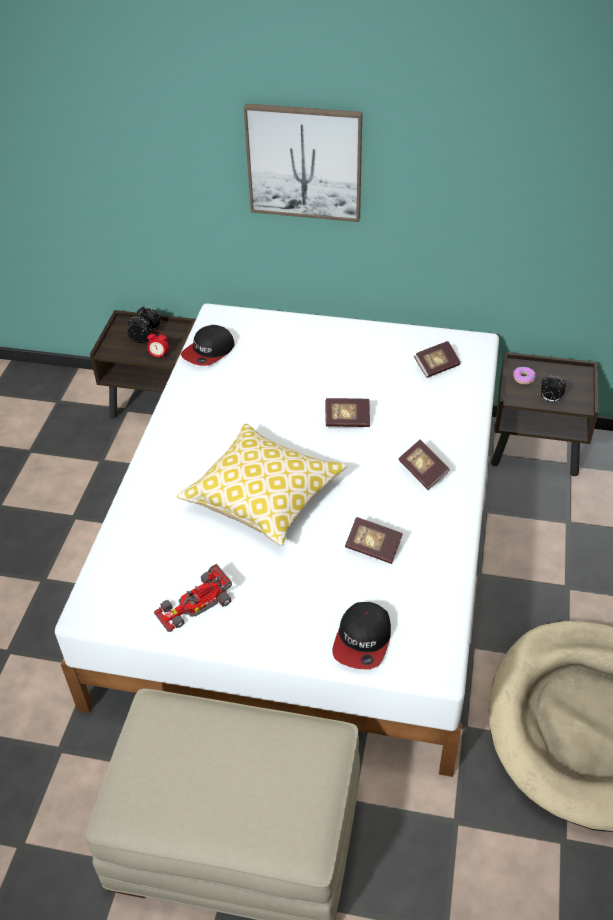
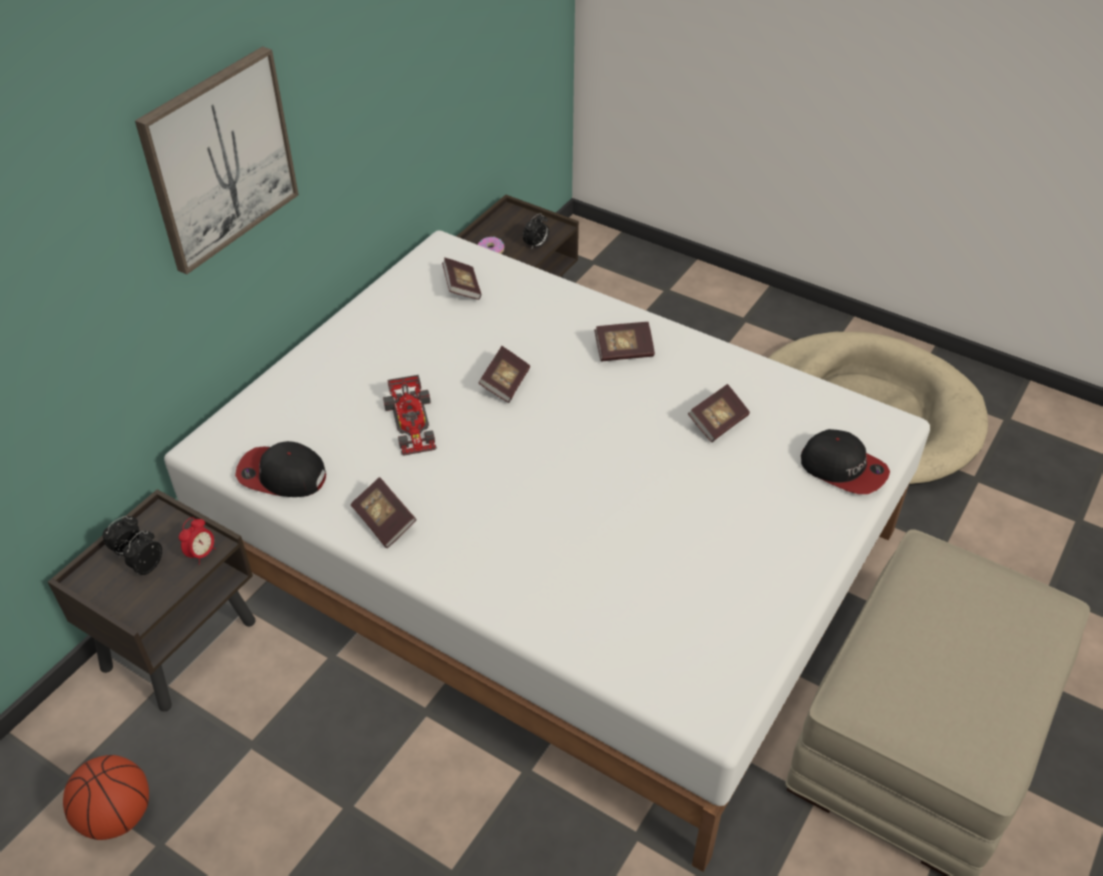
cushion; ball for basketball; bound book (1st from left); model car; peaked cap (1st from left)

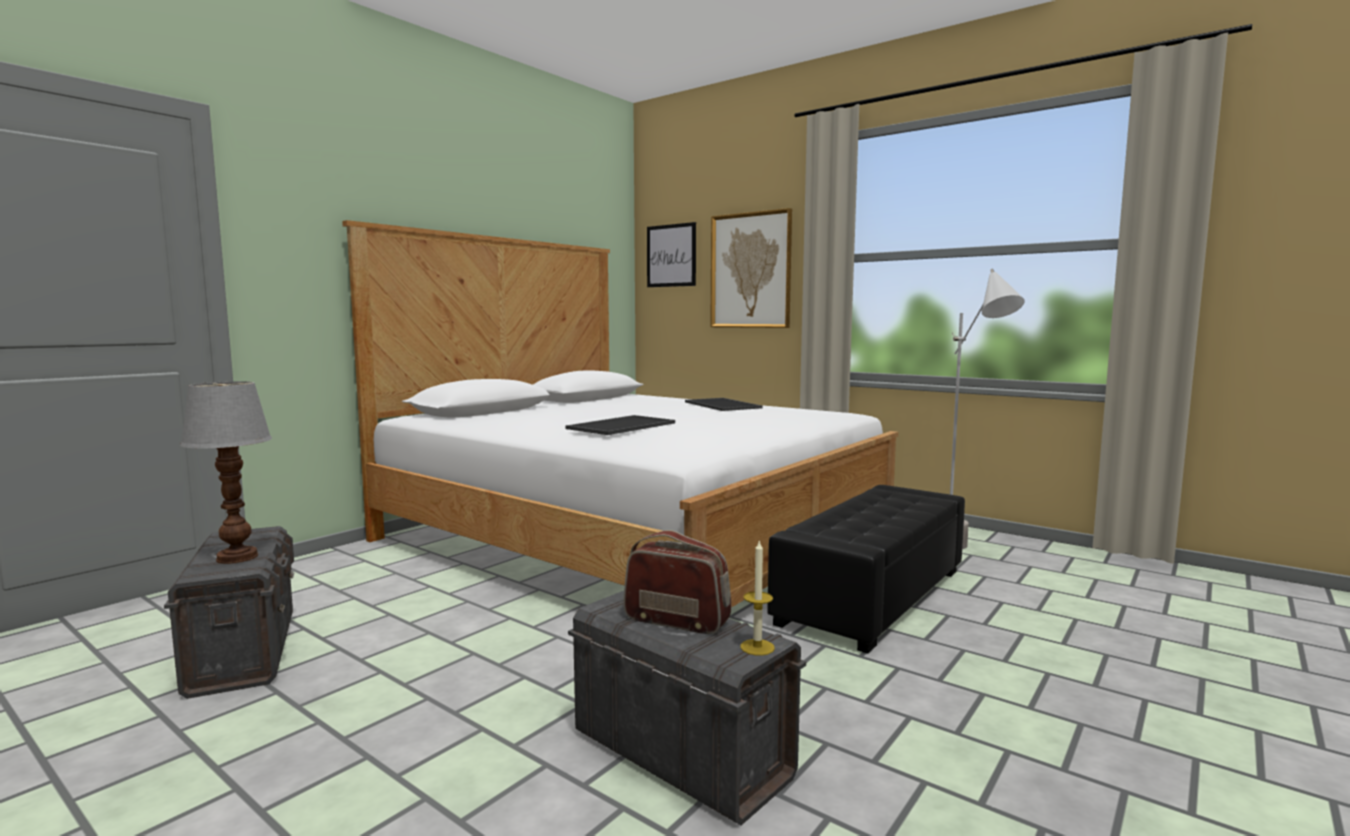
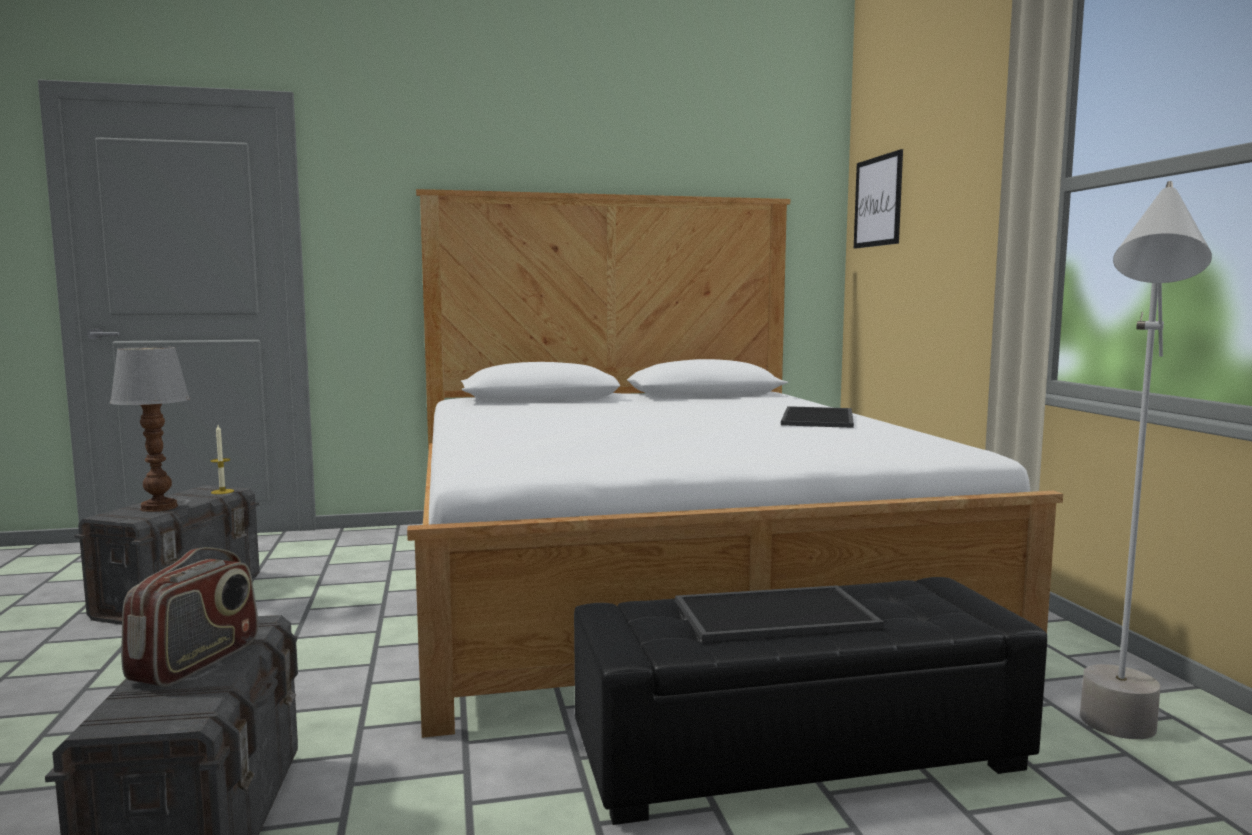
wall art (2nd from left in the first image); carrying tray (1st from left); wax candle; radio set

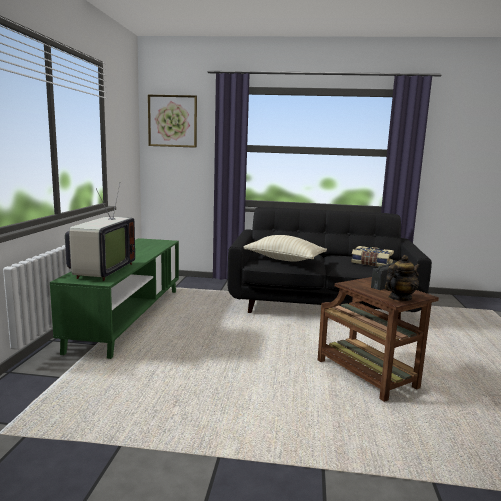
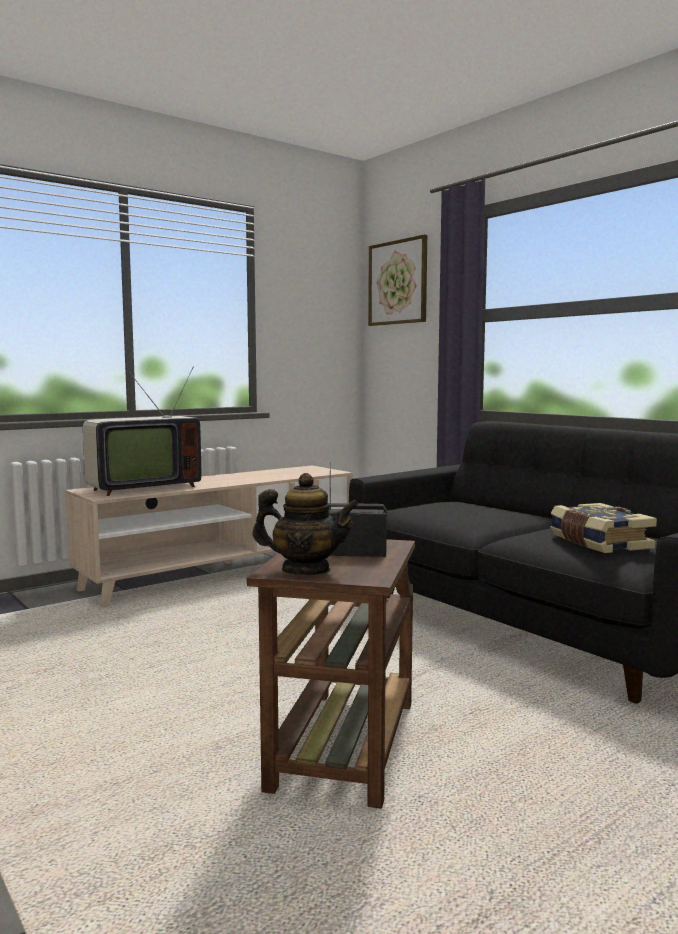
beige cushion; beige tv stand

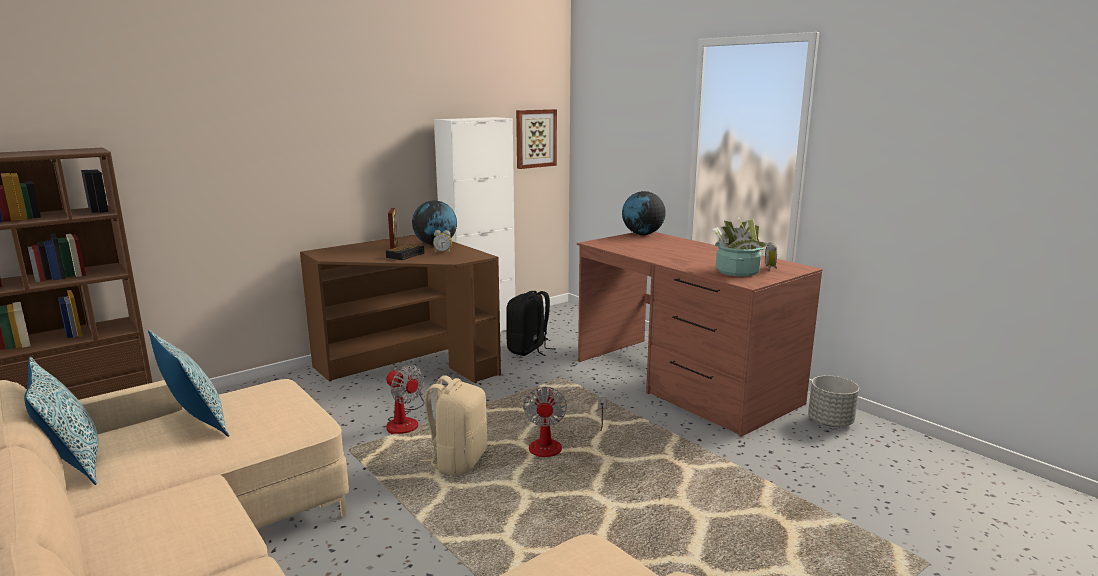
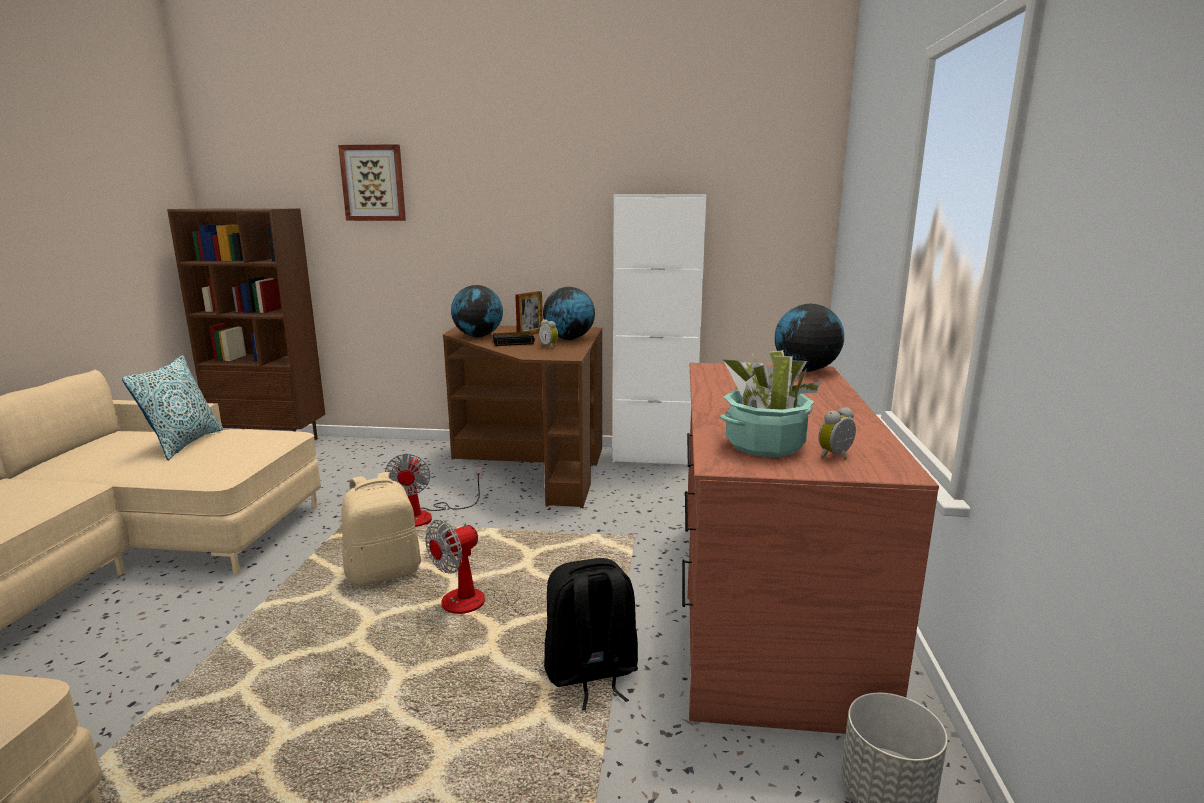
cushion (1st from left in the first image); globe (1st from left); black-coloured rucksack; wall art

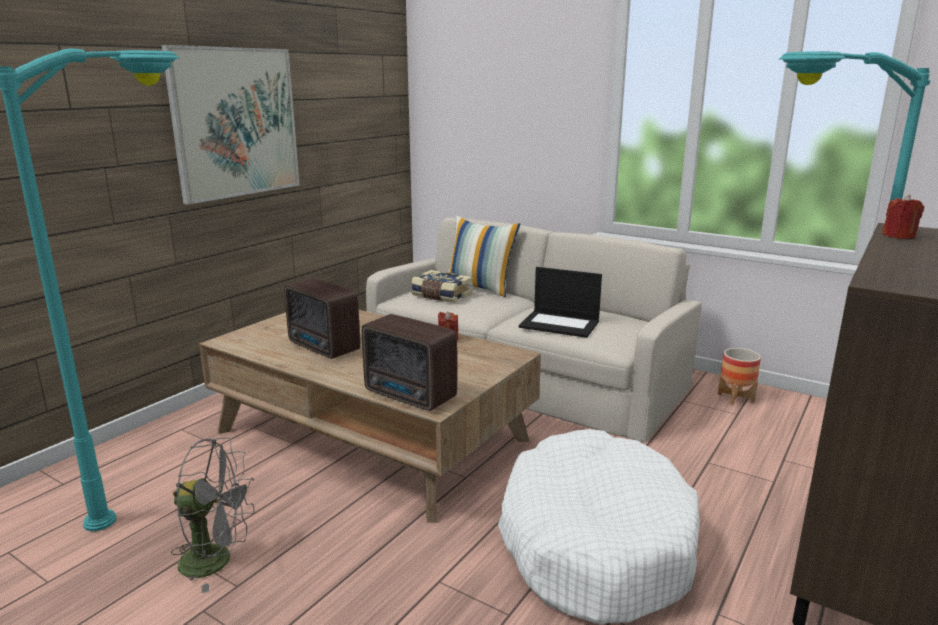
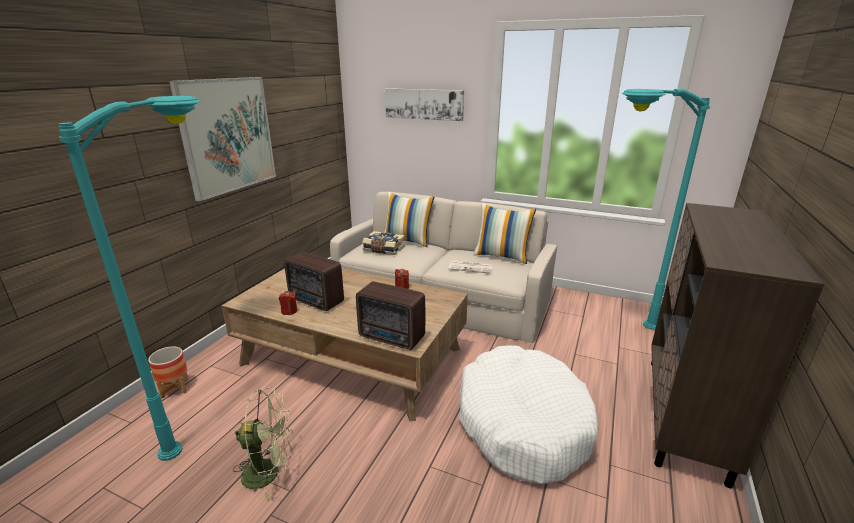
wall art (2nd from left); cushion (2nd from left); planter; reddish wax candle (1st from left); newspaper; green-coloured fan

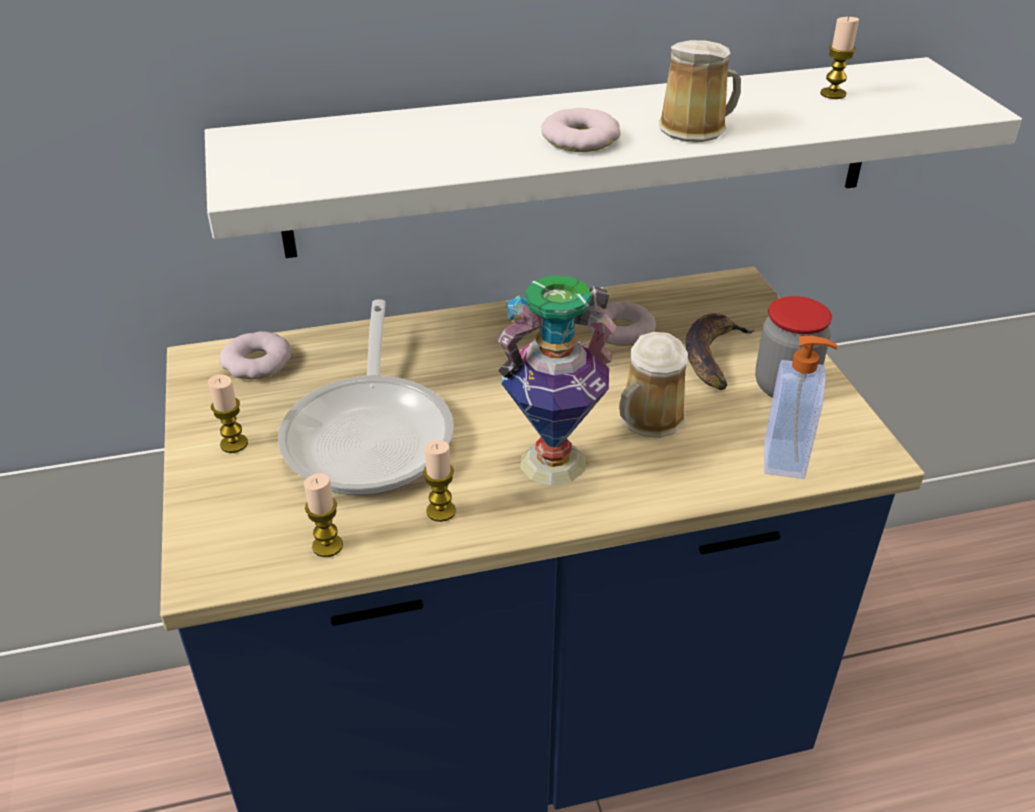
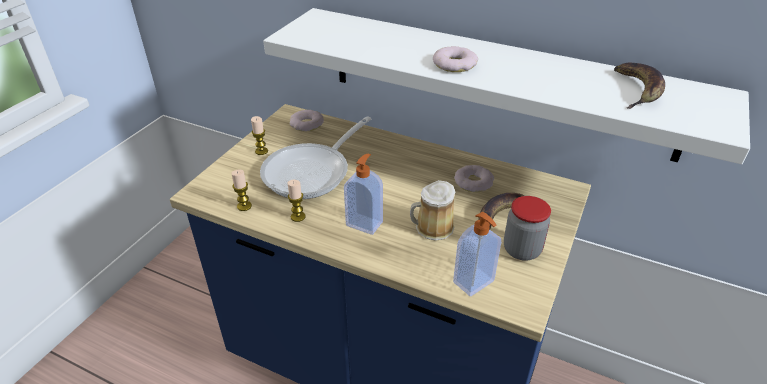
mug (2nd from left in the first image); soap dispenser (1st from left); banana fruit (2nd from left)

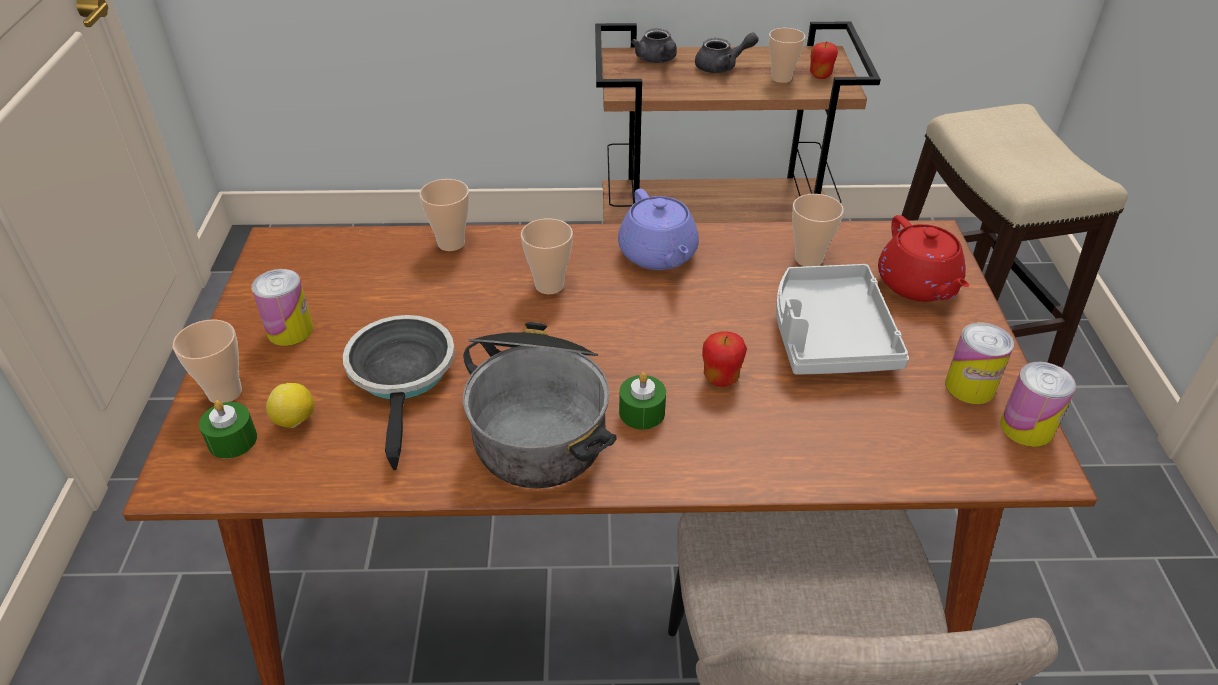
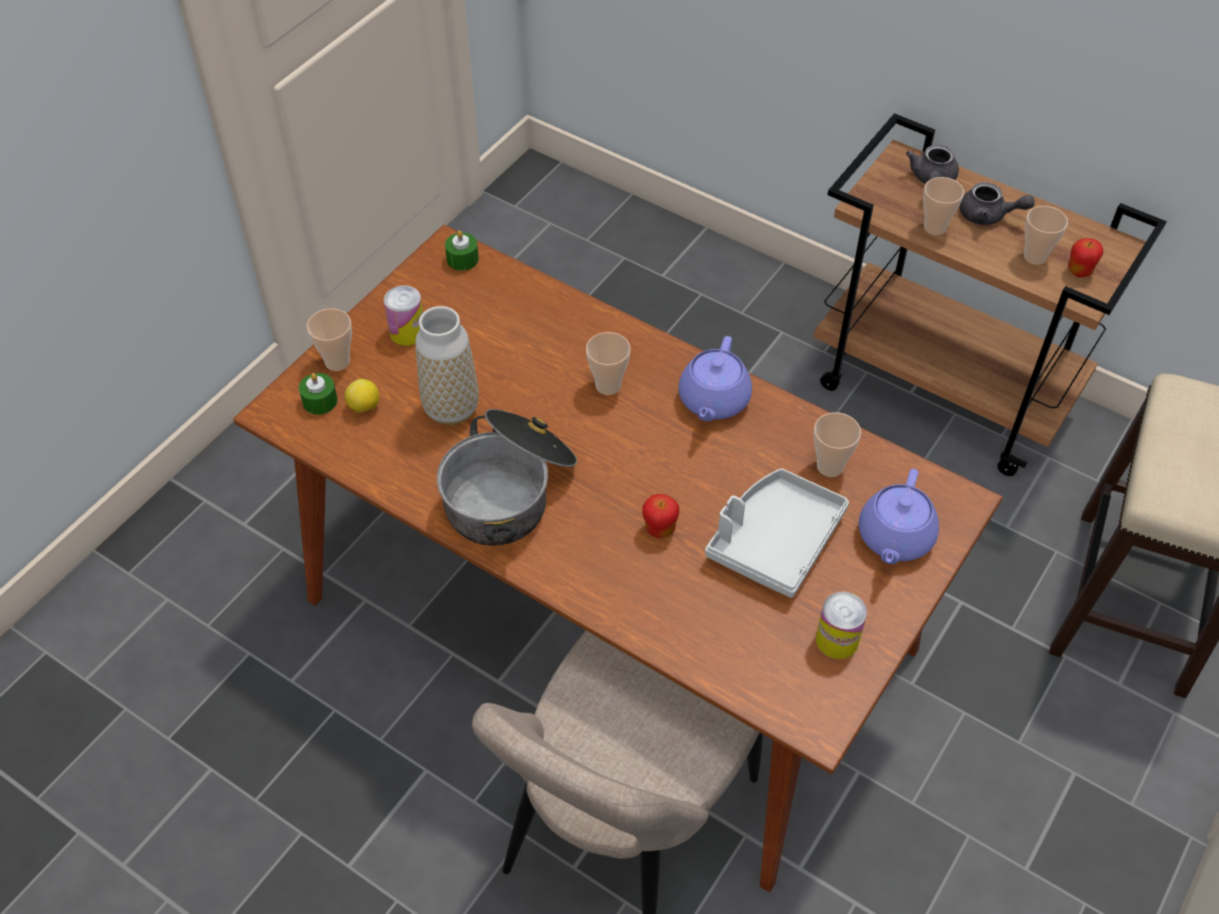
metal can (3rd from left in the first image); cup (4th from left); green-coloured wax candle (2nd from left); flower vase; purple tea pot (2nd from left)

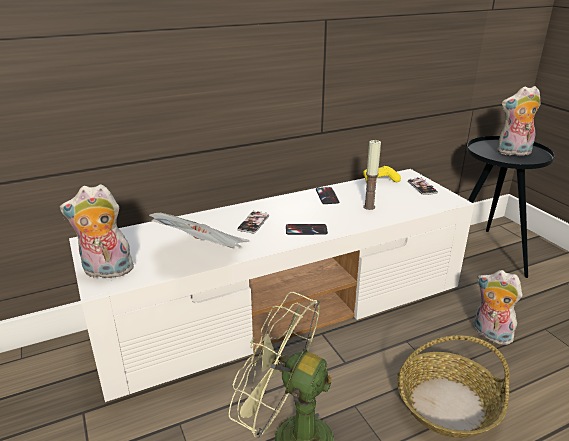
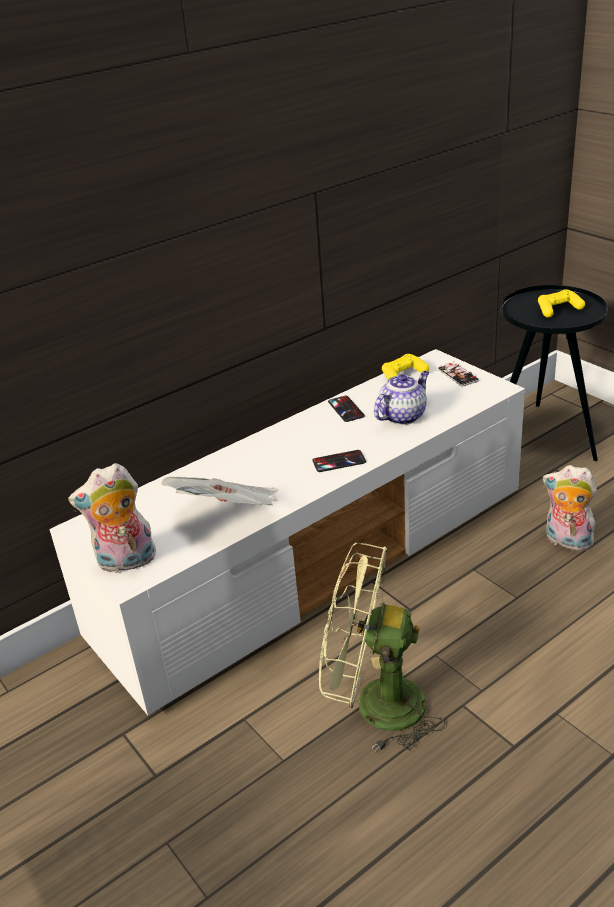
handset (1st from left in the first image); household basket; tea pot; yellow-coloured gamepad (2nd from left)

